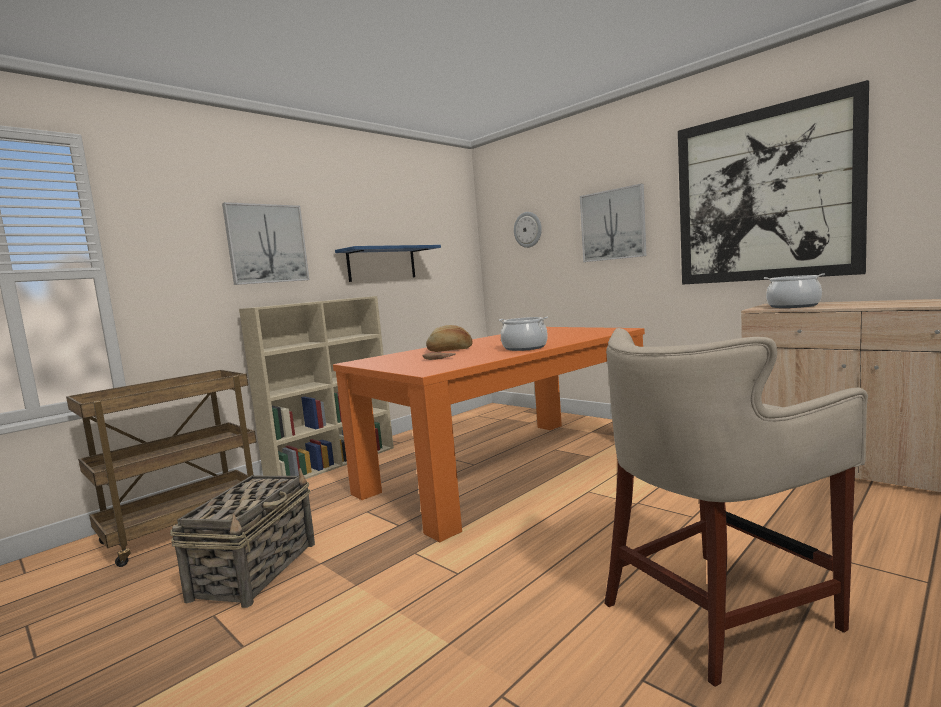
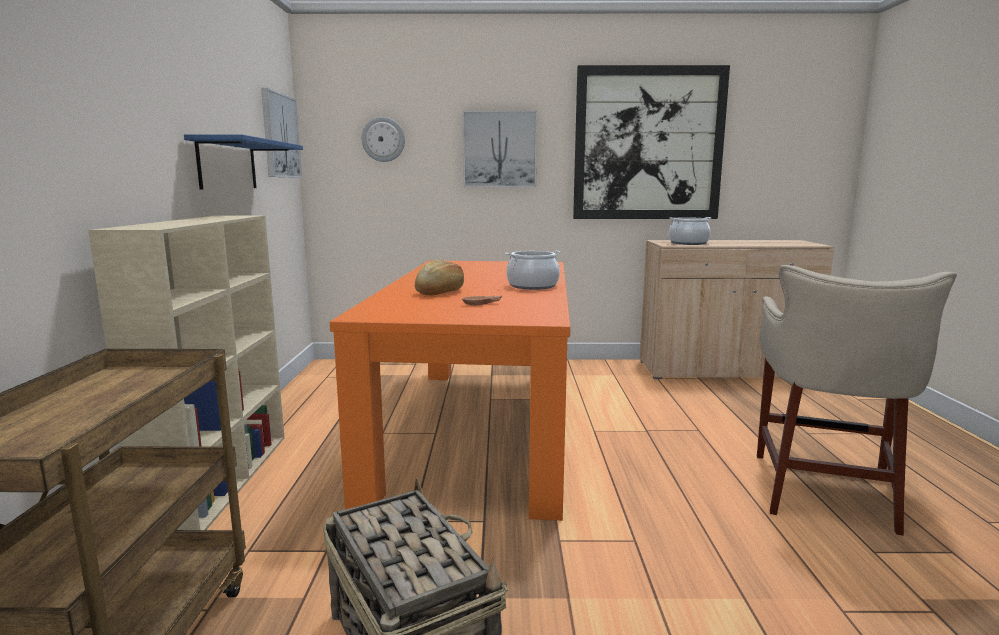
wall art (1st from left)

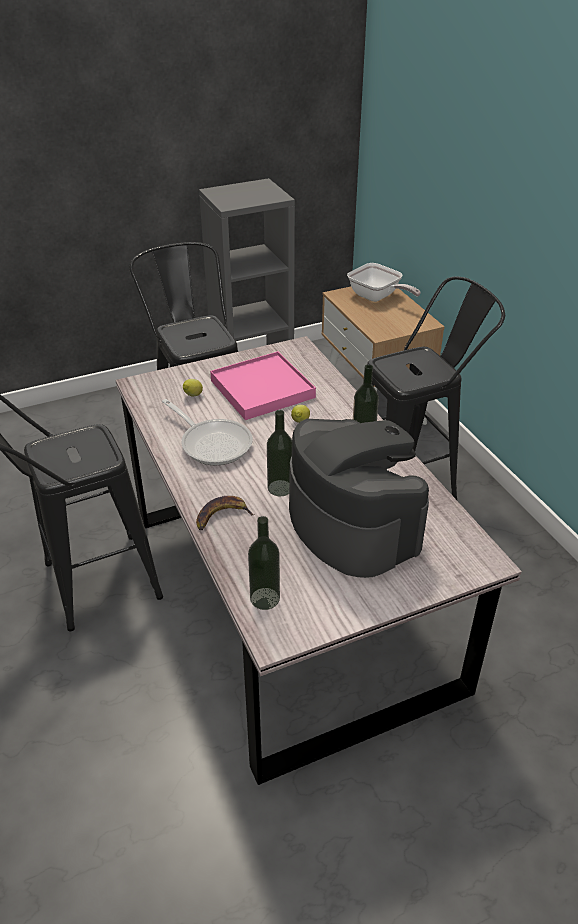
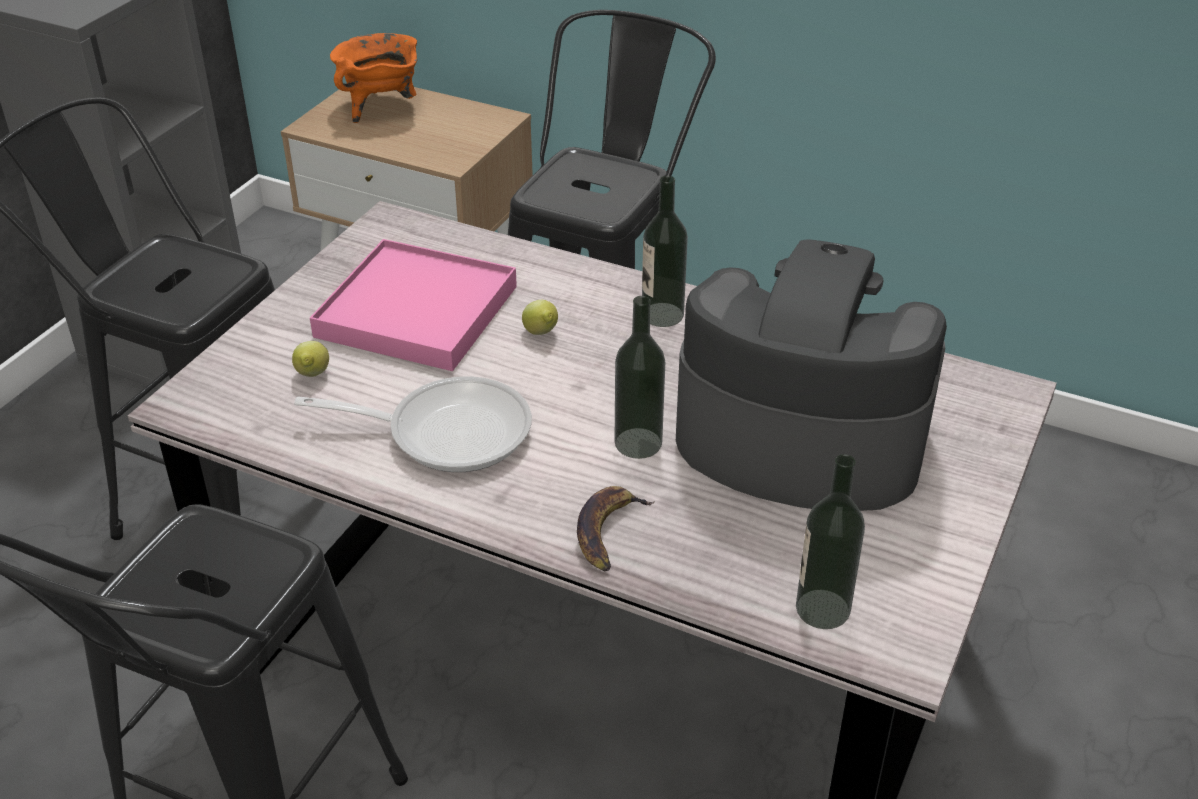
orange-coloured stockpot

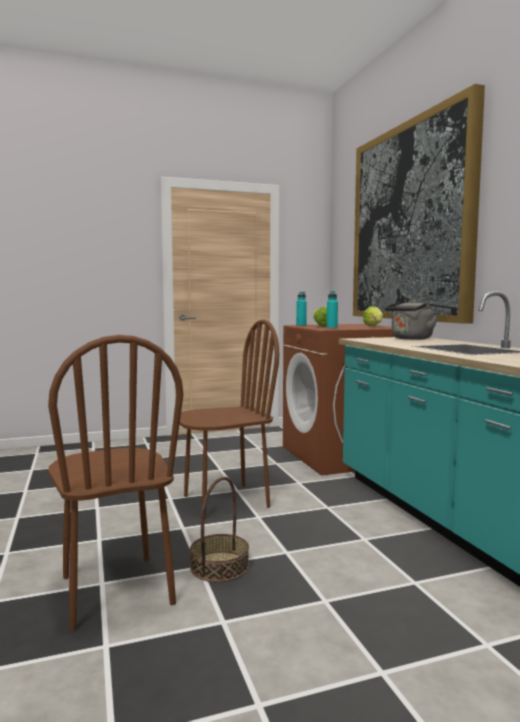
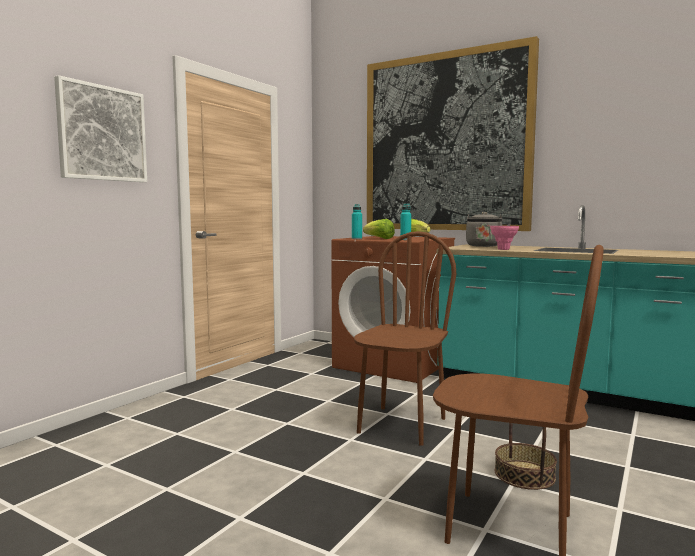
wall art (1st from left); pink-coloured flower vase

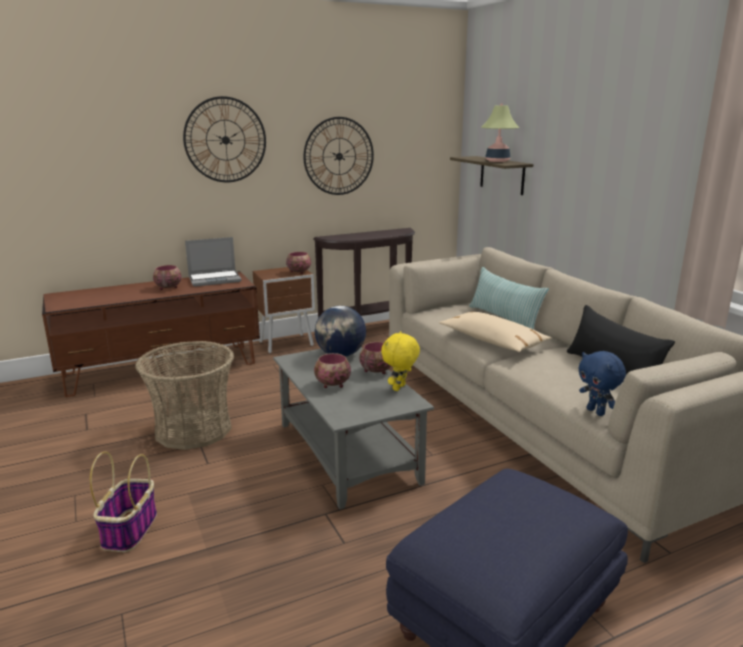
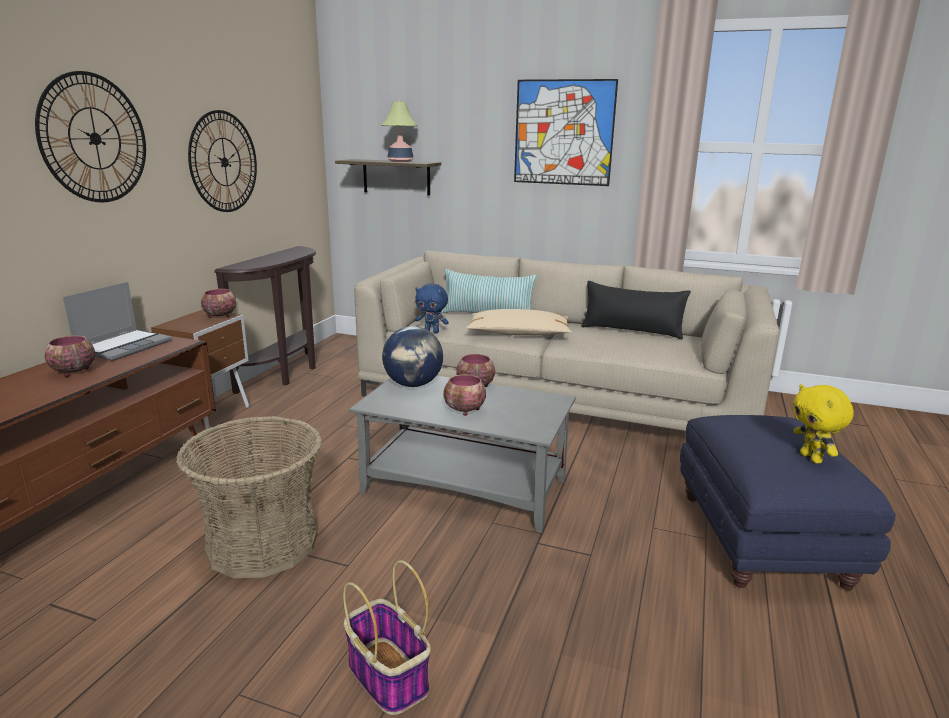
wall art; yellow-coloured plush toy; blue plush toy

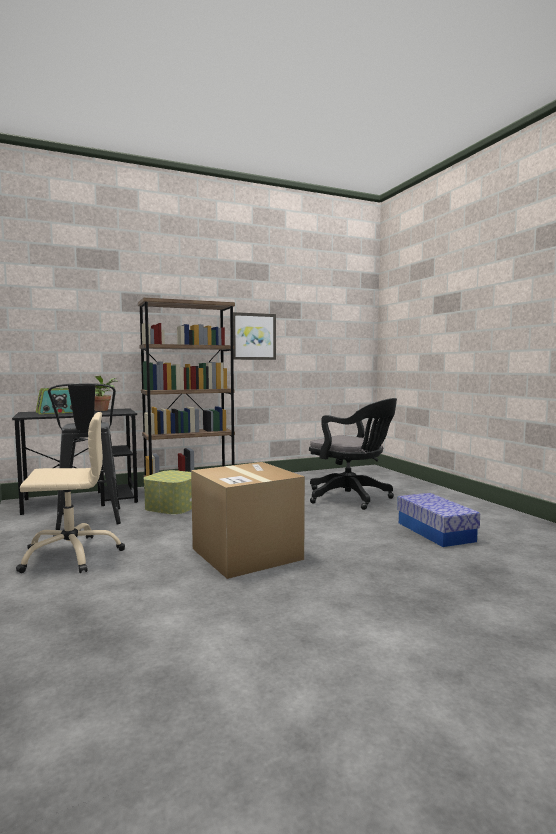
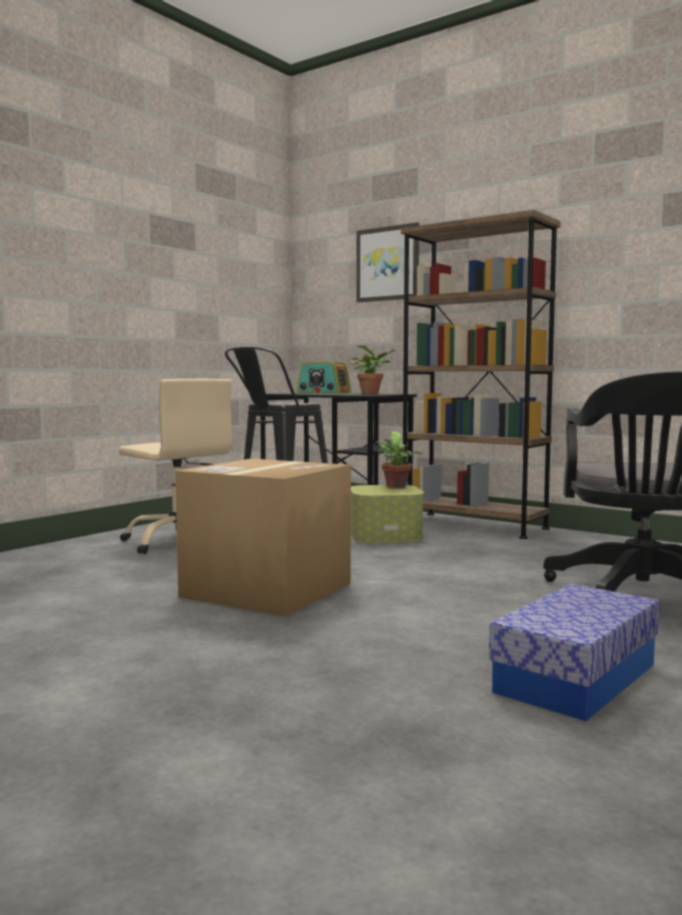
potted plant (2nd from left); wall art

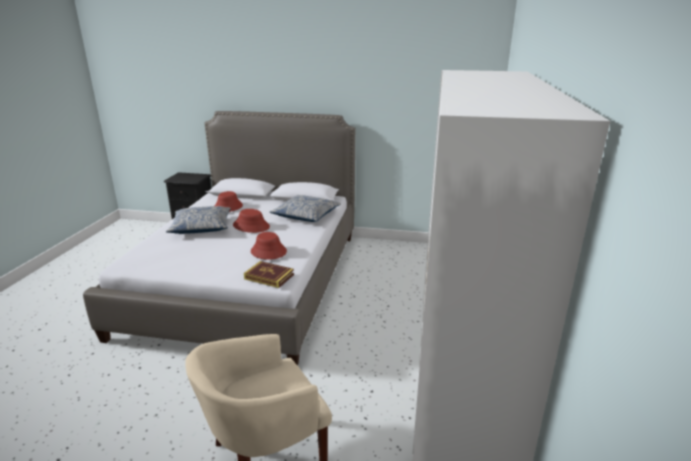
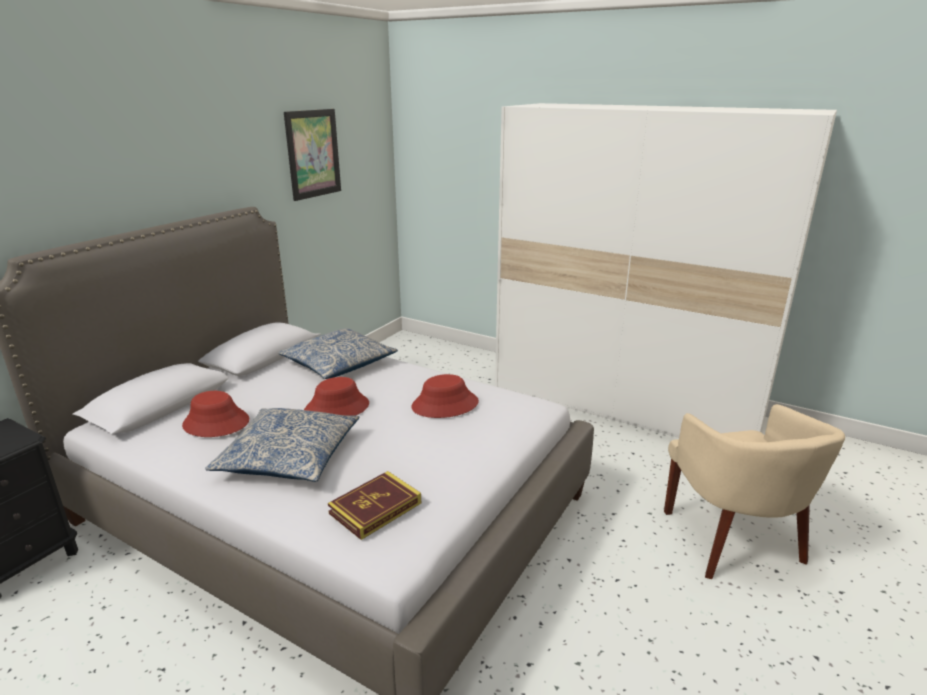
wall art; bound book

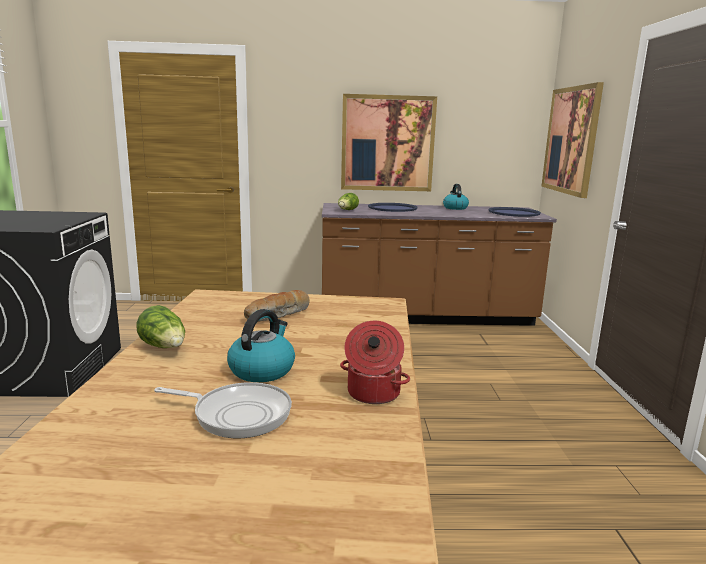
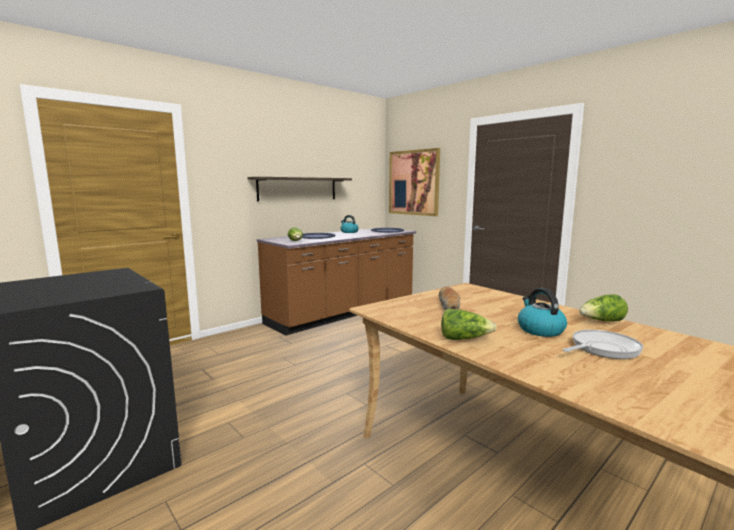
lettuce (3rd from left); shelf

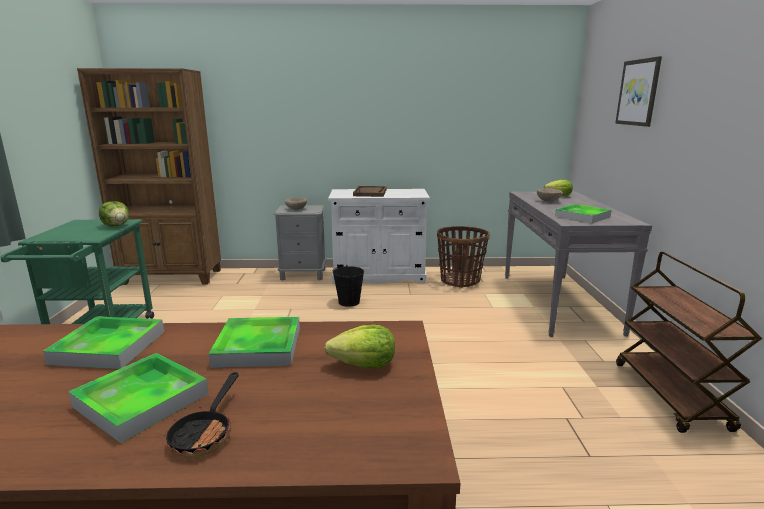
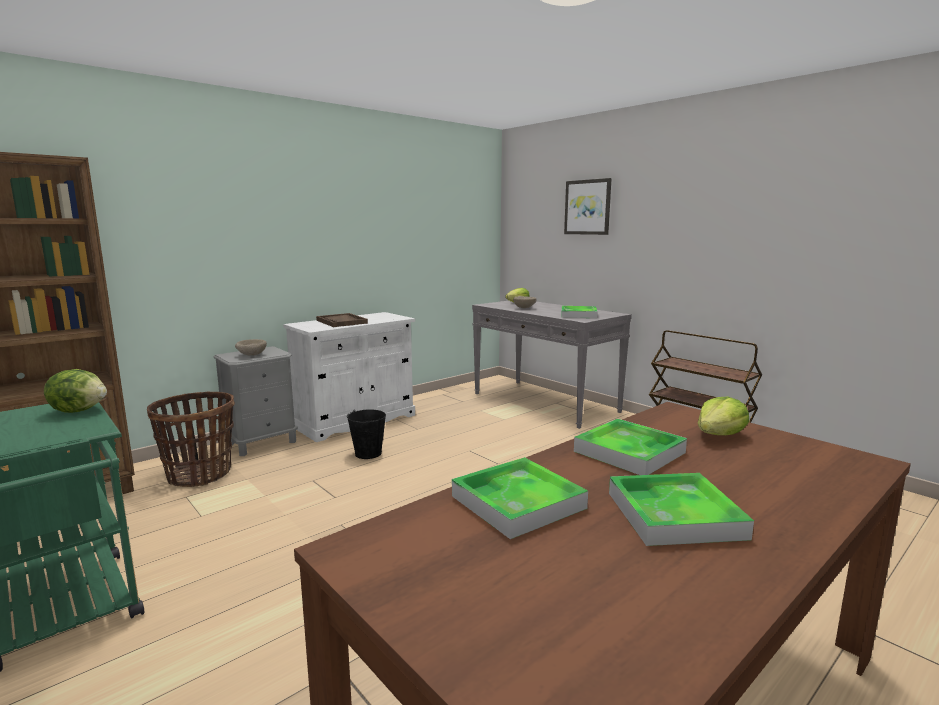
skillet; household basket

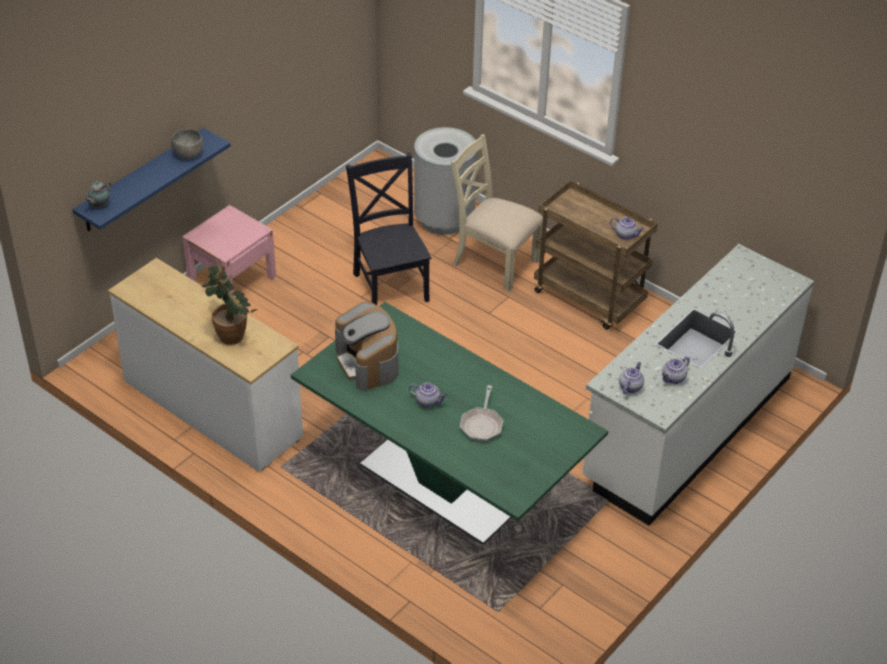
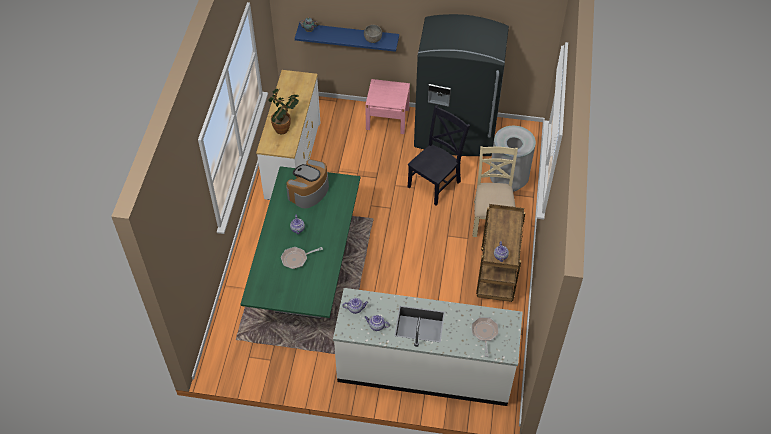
gray fridge; skillet (2nd from left)

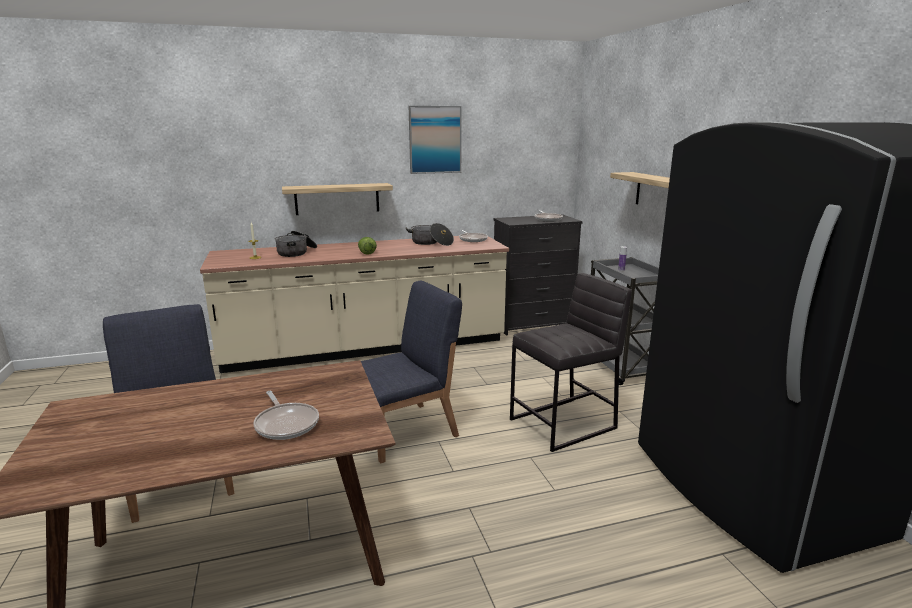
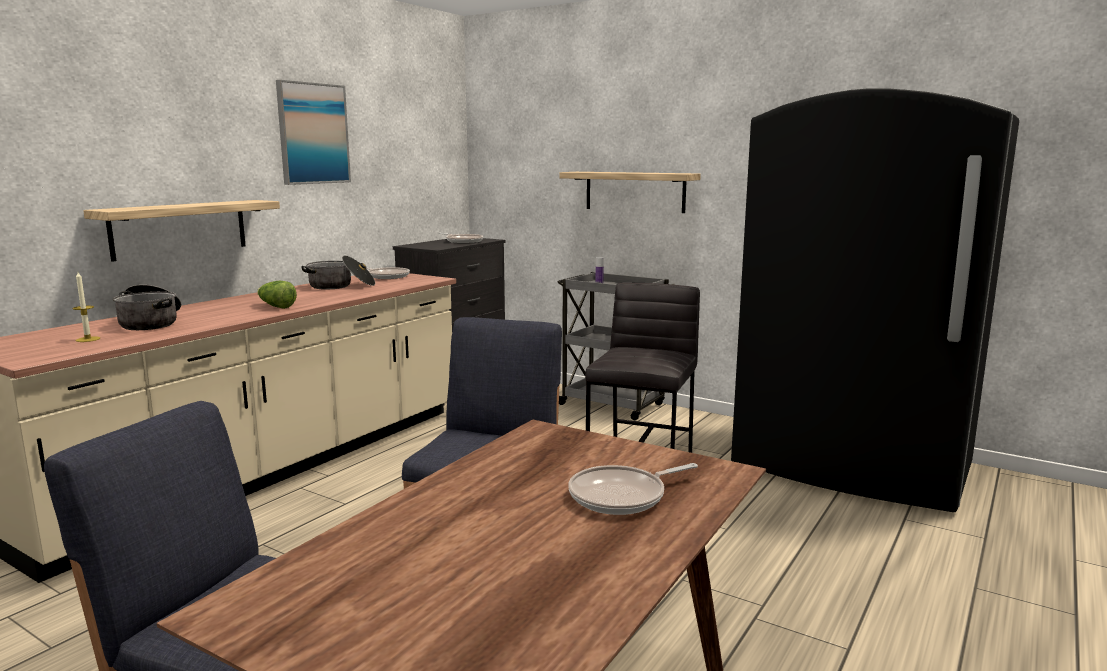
skillet (3rd from left)

